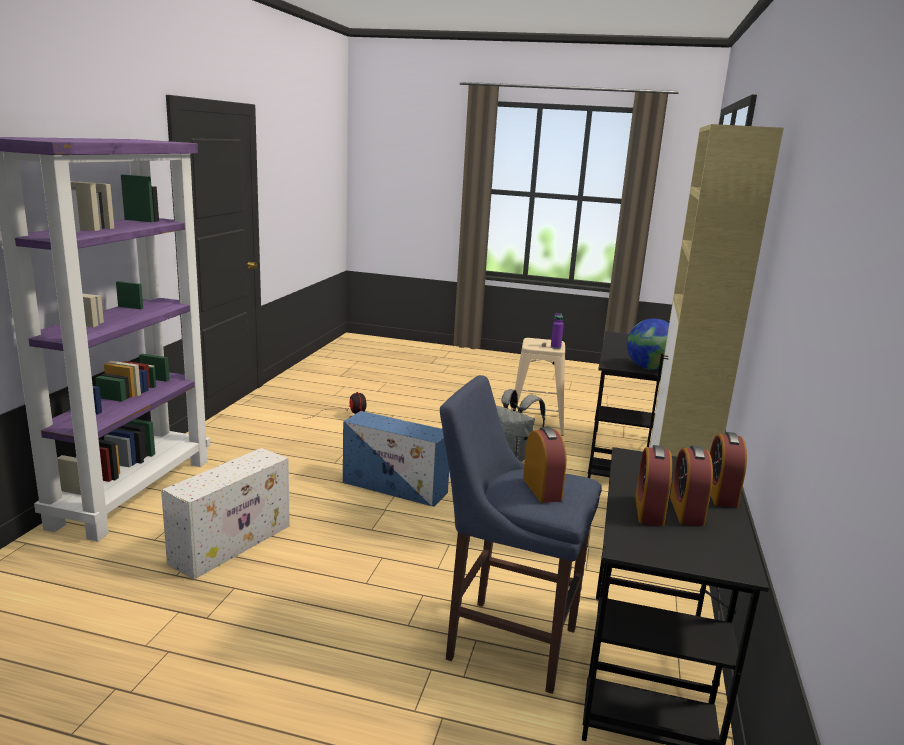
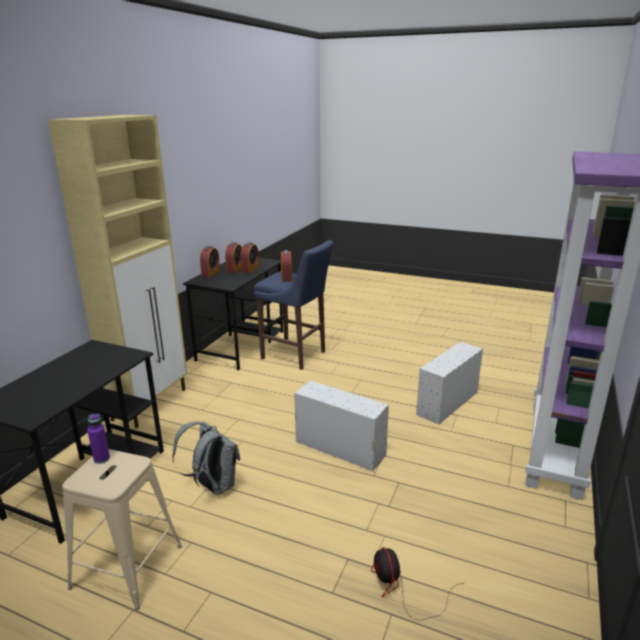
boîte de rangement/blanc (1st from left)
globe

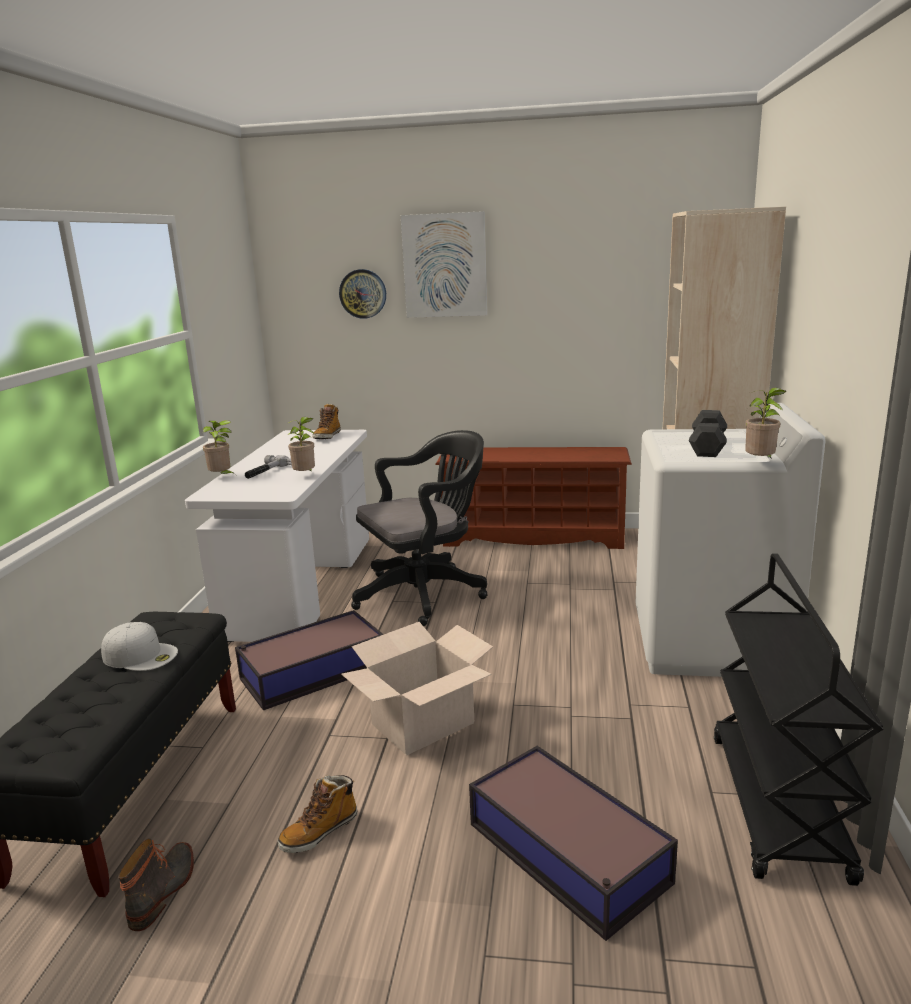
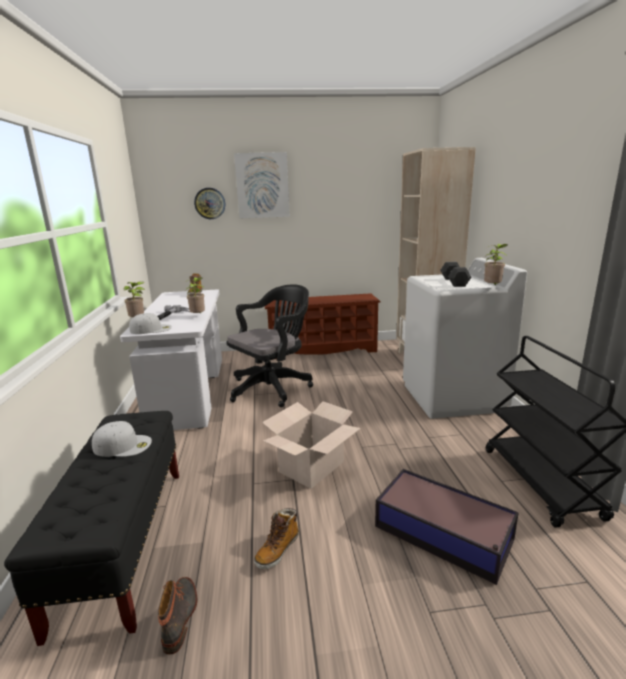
casquette/blanc (2nd from left)
boîte de rangement (1st from left in the first image)

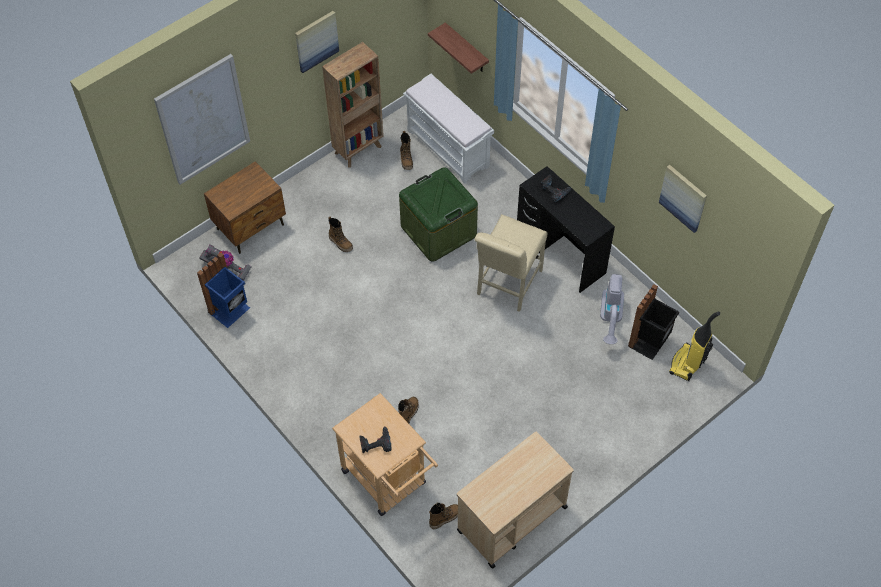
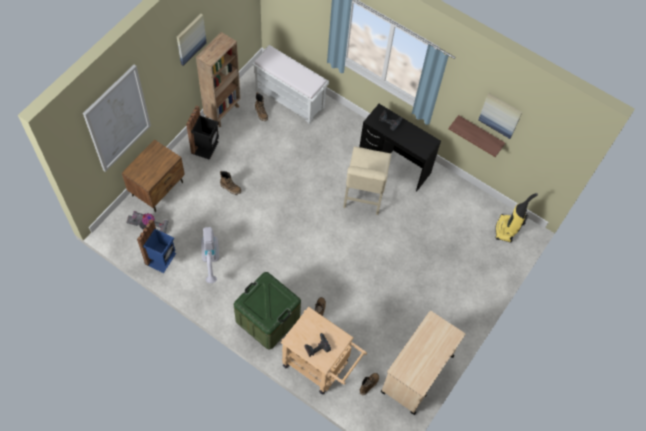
poubelle/noir
aspirateur (2nd from left)
boîte de rangement/vert
étagère

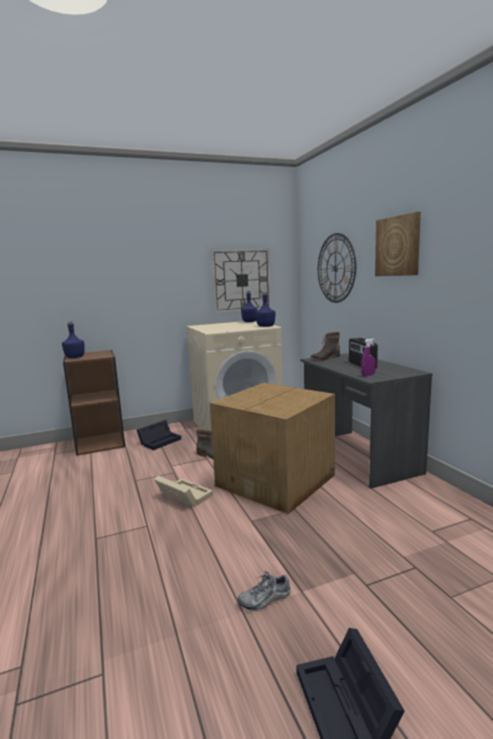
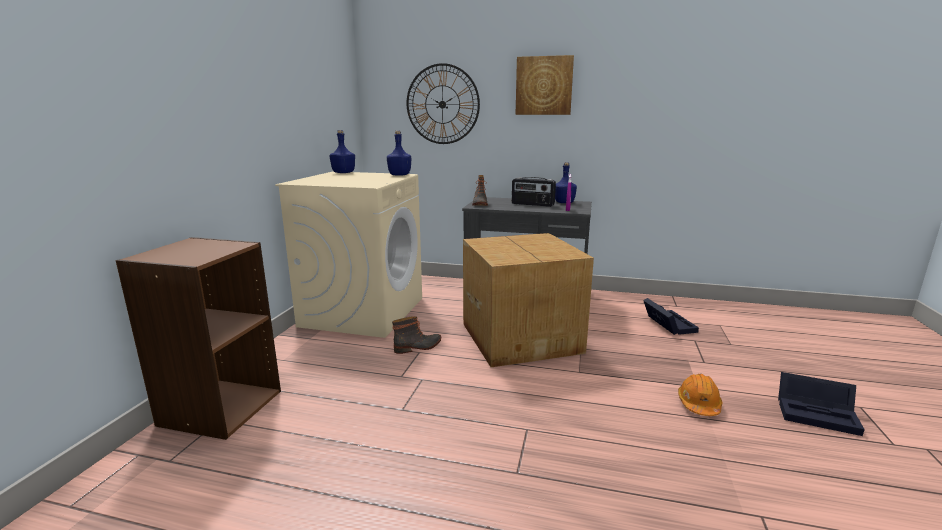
bouteille/bleu (3rd from left)
boîte de rangement/noir (1st from left)
casque de chantier/orange
boîte de rangement/beige
horloge murale (1st from left in the first image)

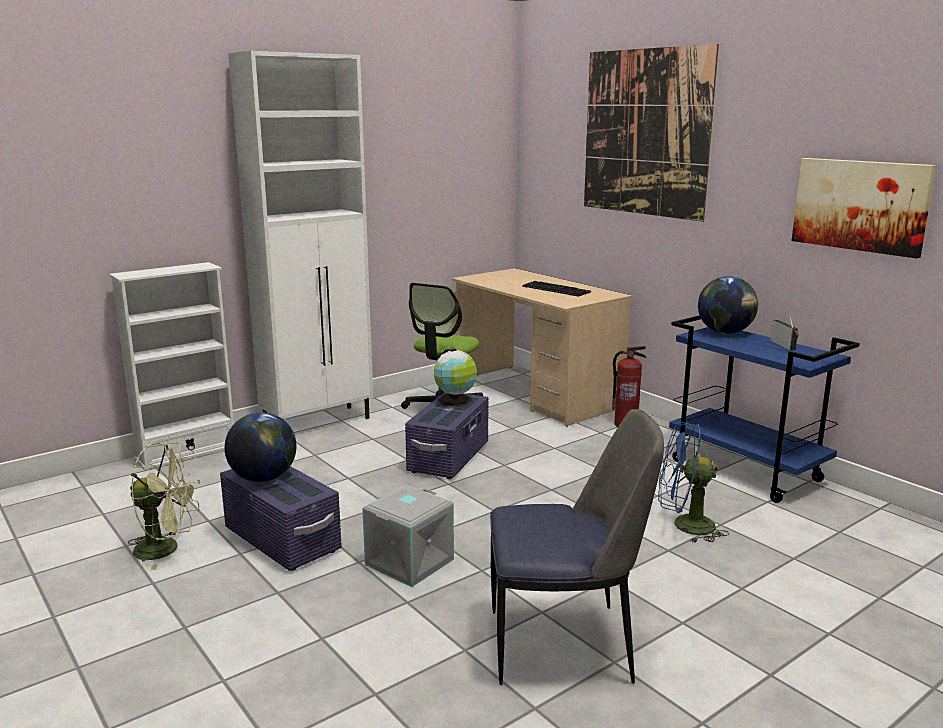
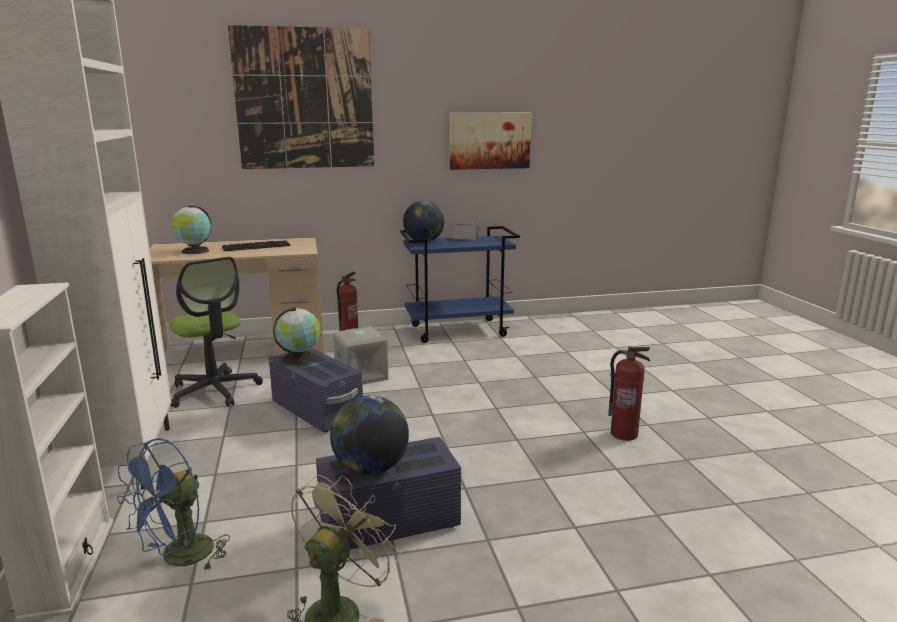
ventilateur/bleu
globe (1st from left)
boîte de rangement/gris
extincteur (2nd from left)

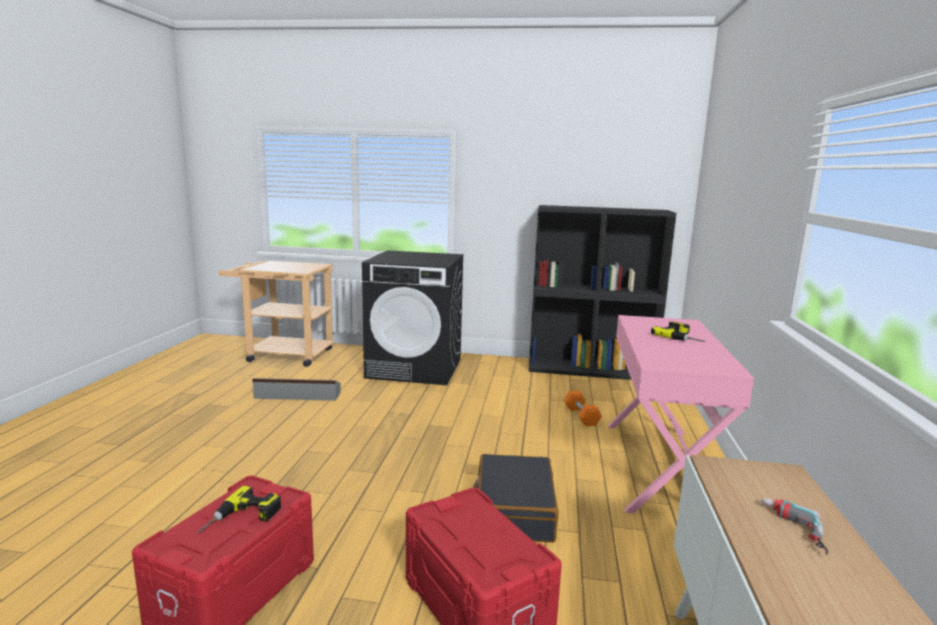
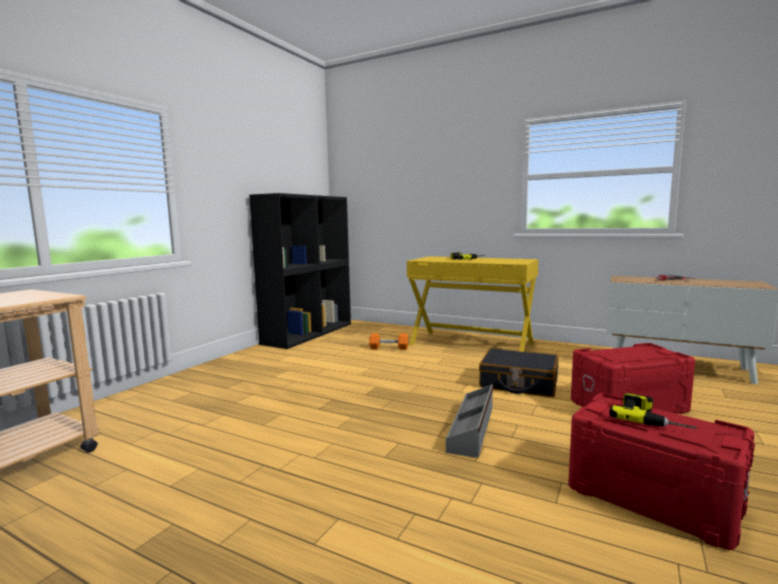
bureau/jaune
boîte de rangement/gris
lave-linge/noir

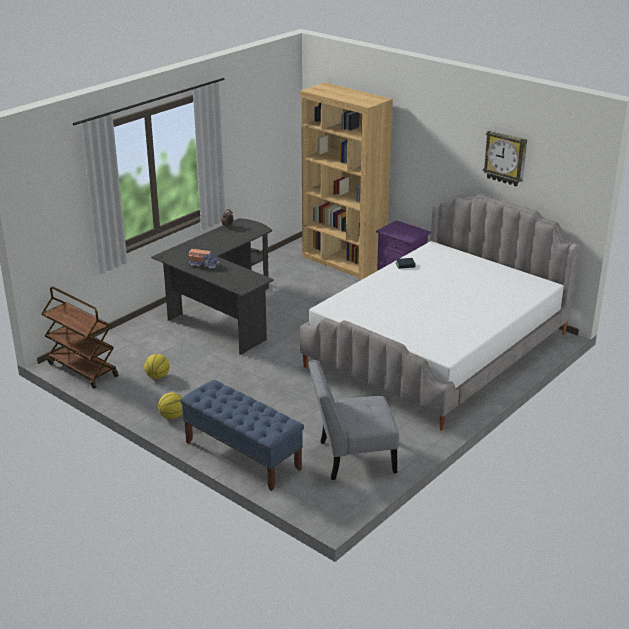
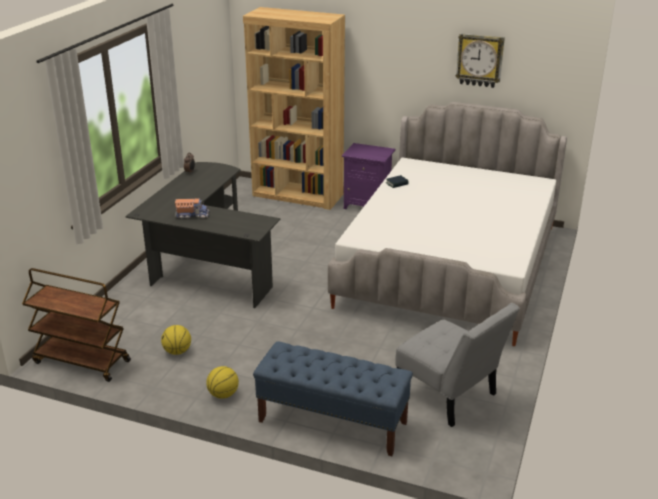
chaise/gris

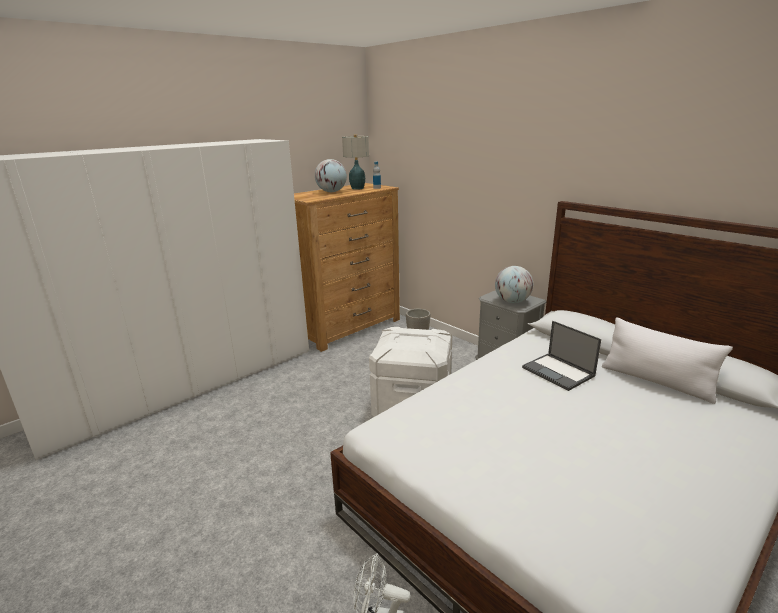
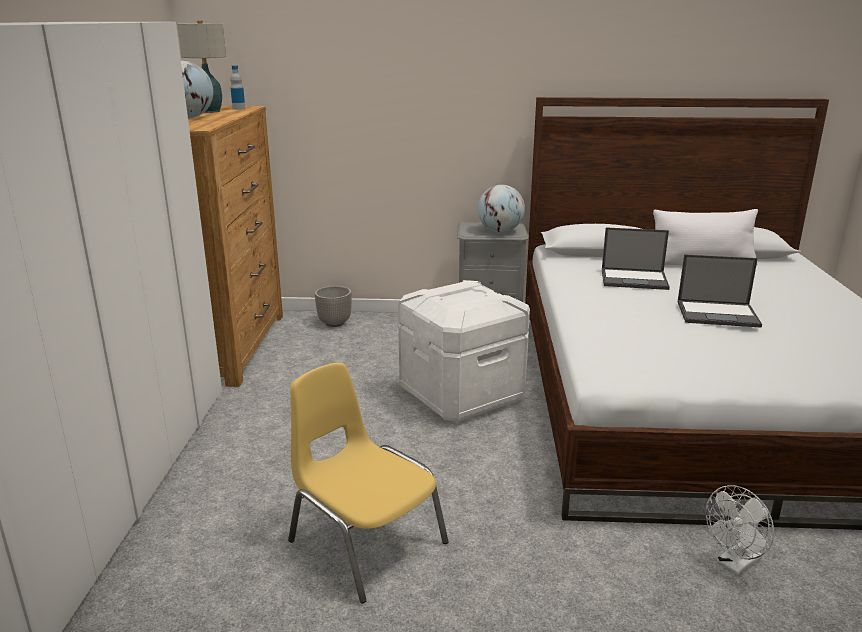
chaise/jaune
ordinateur portable (2nd from left)

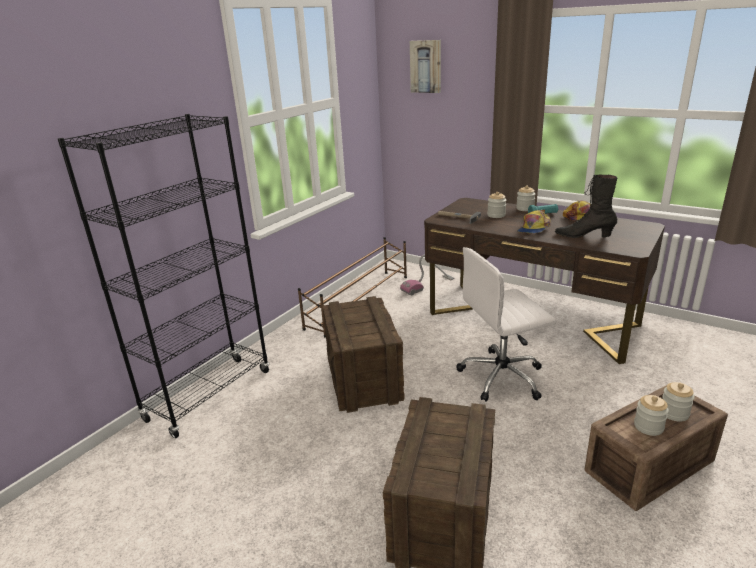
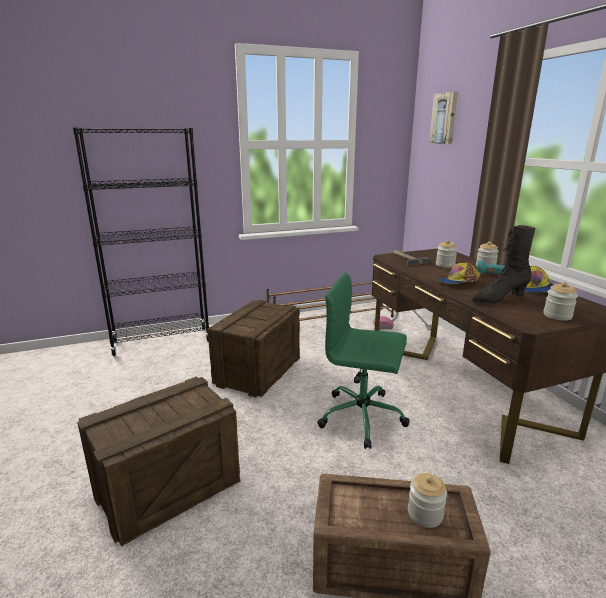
chaise de bureau/vert
botte/noir
bocal (4th from left)

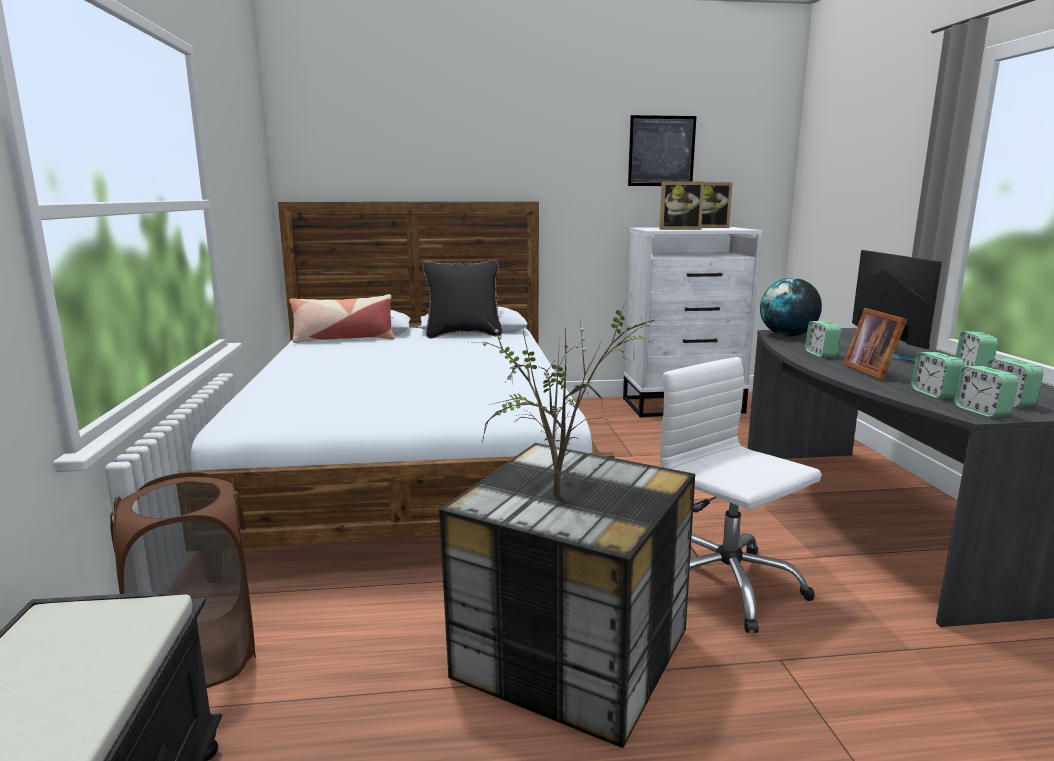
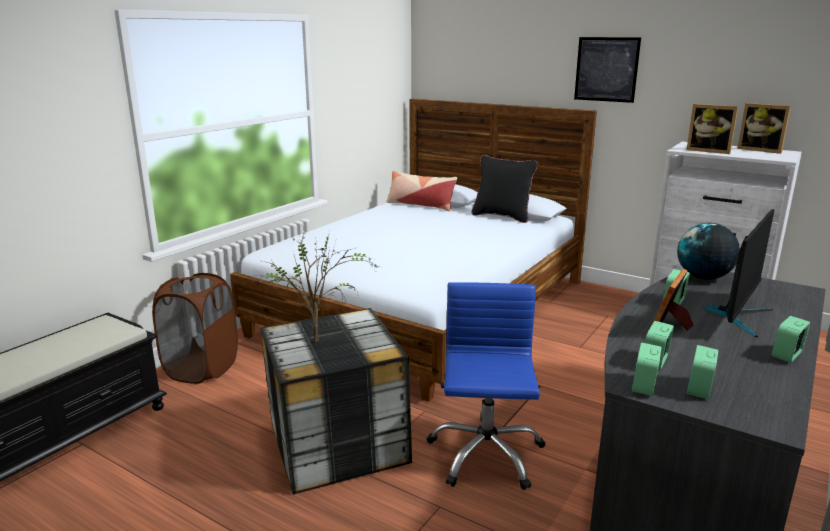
chaise de bureau/bleu
tableau

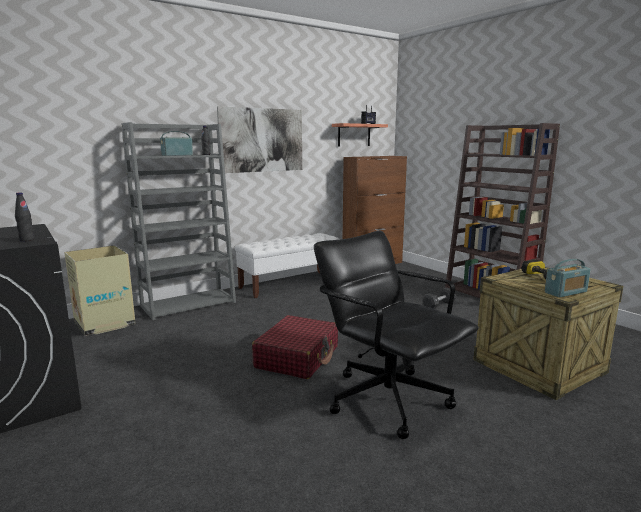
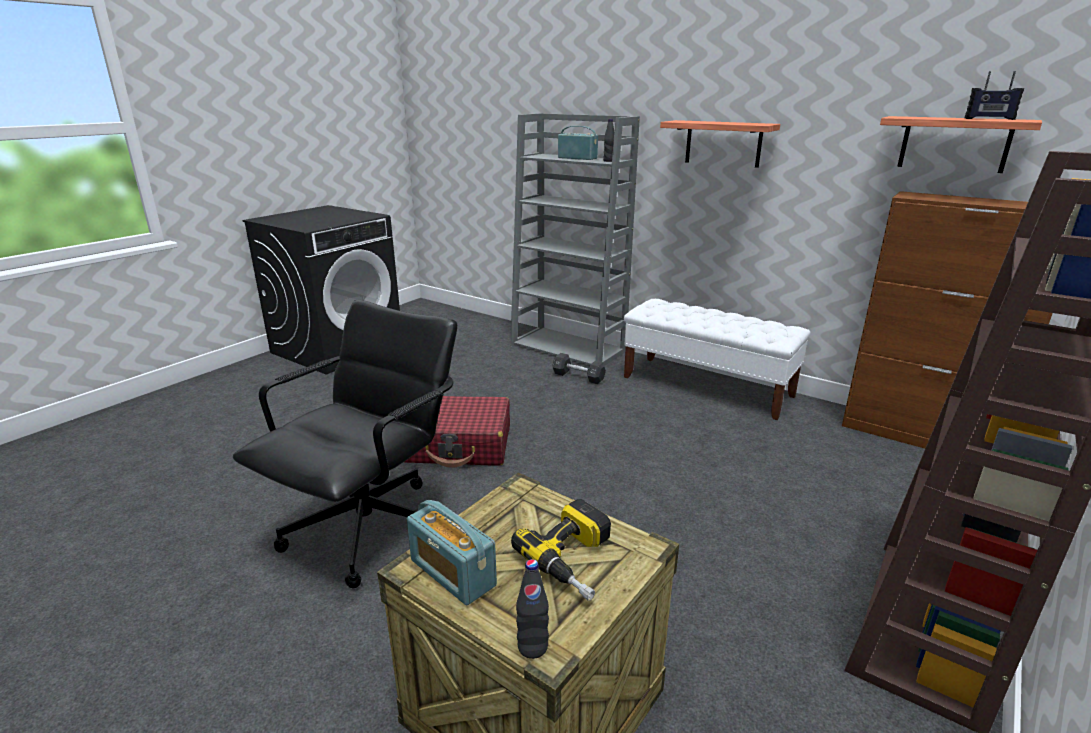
bouteille/noir (1st from left)
haltère/noir
étagère (1st from left)
carton

